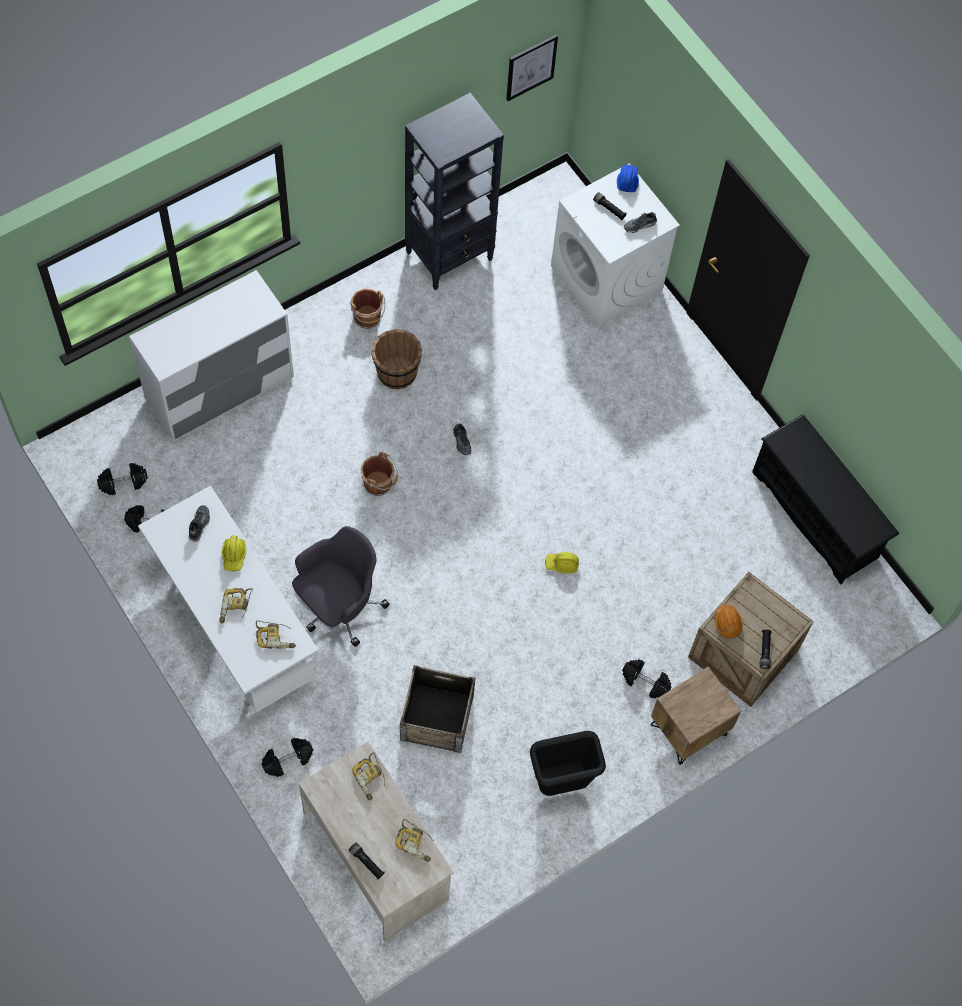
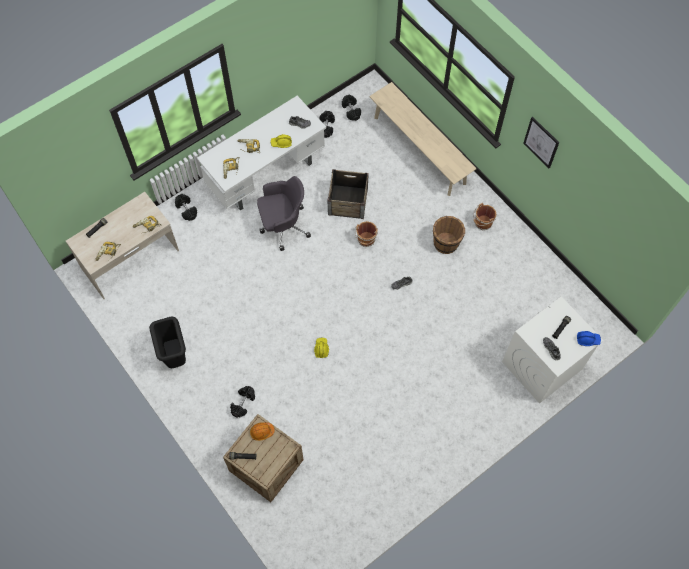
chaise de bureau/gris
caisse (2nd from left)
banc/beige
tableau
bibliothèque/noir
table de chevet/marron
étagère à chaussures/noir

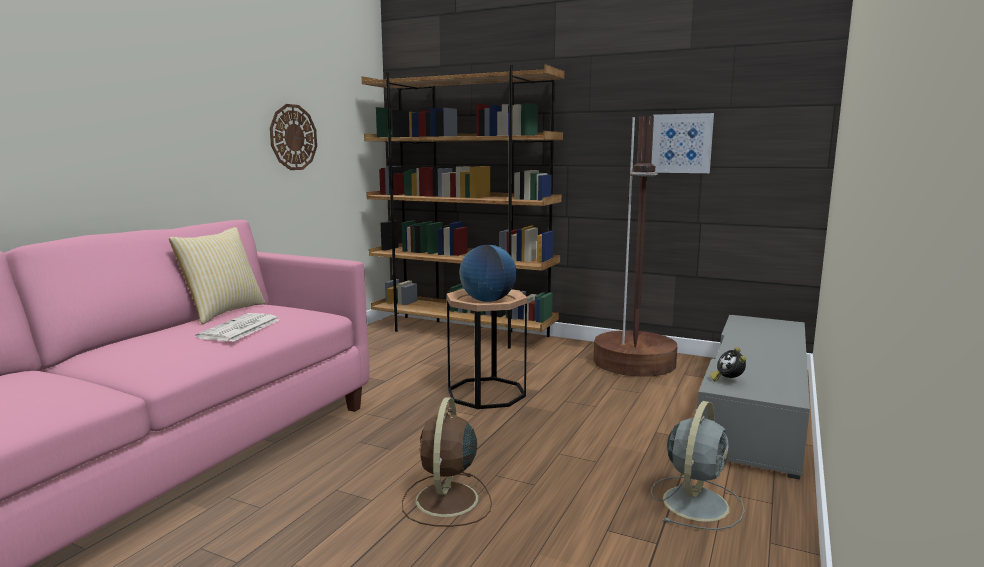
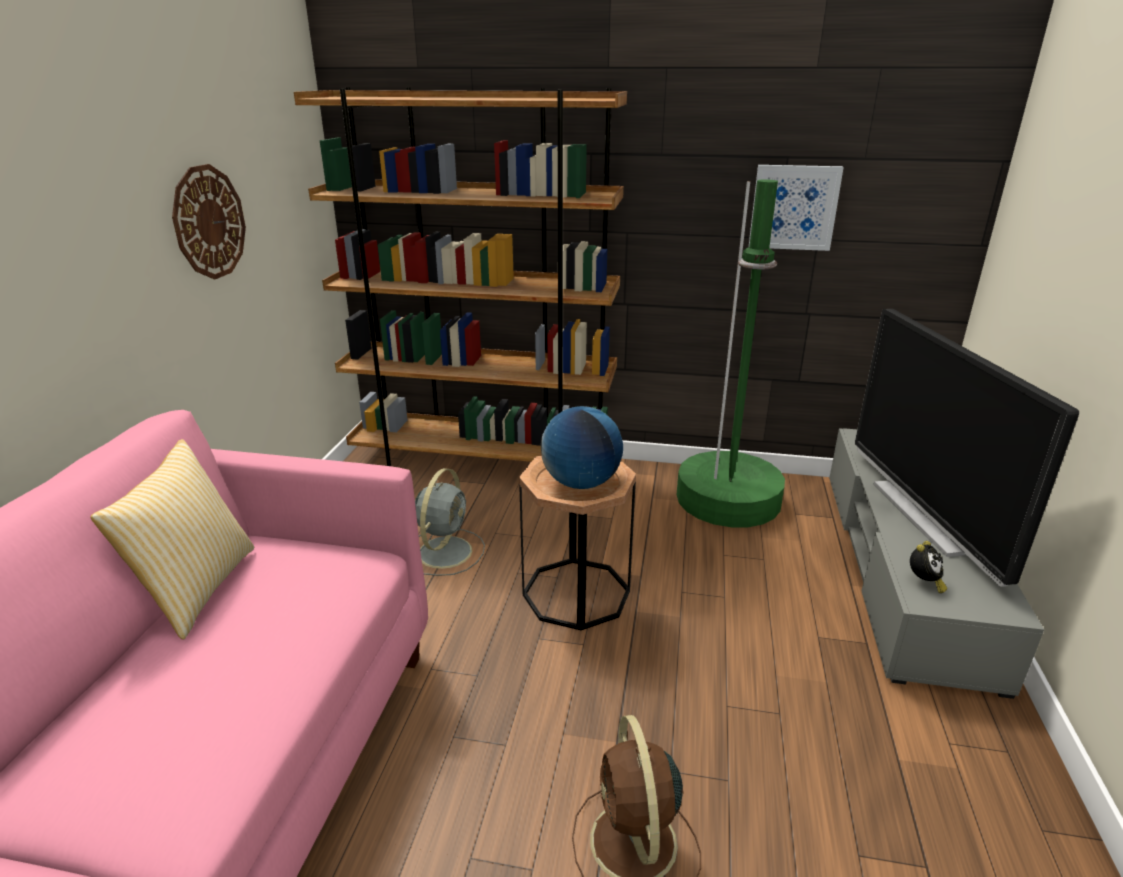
ventilateur/gris
lampadaire/vert
téléviseur
réveil
journal

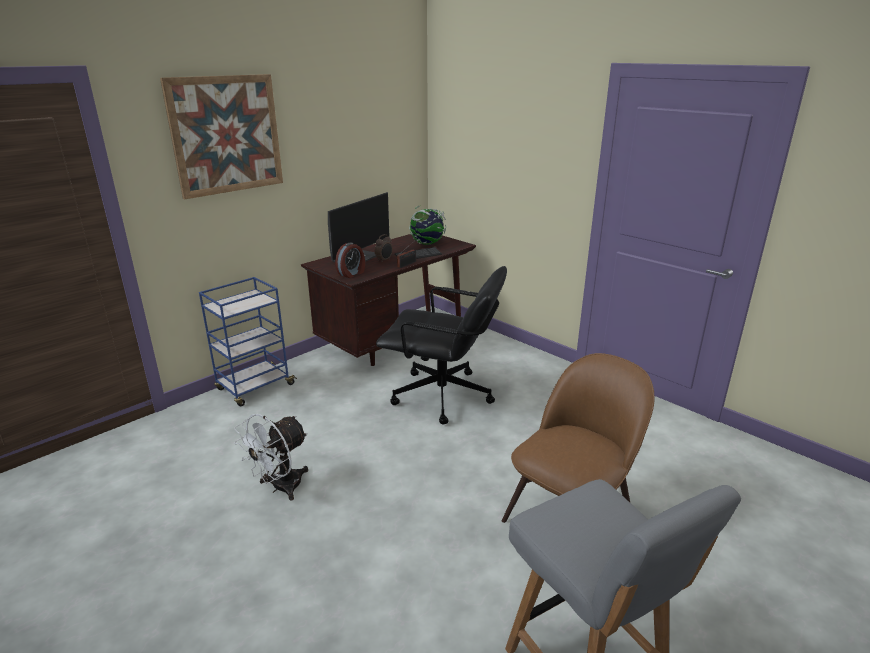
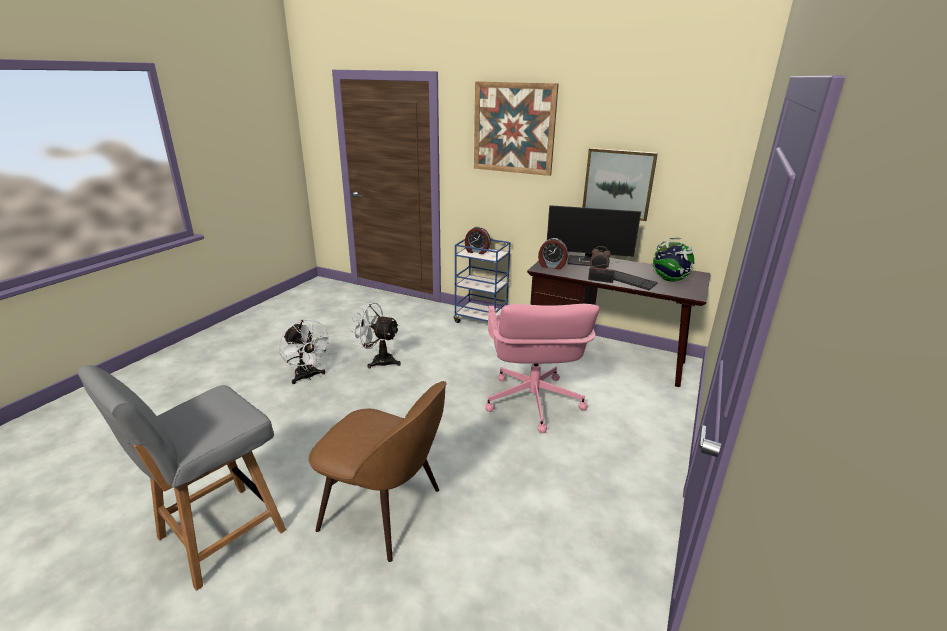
ventilateur/blanc (1st from left)
réveil (1st from left)
chaise de bureau/rose
tableau (2nd from left)

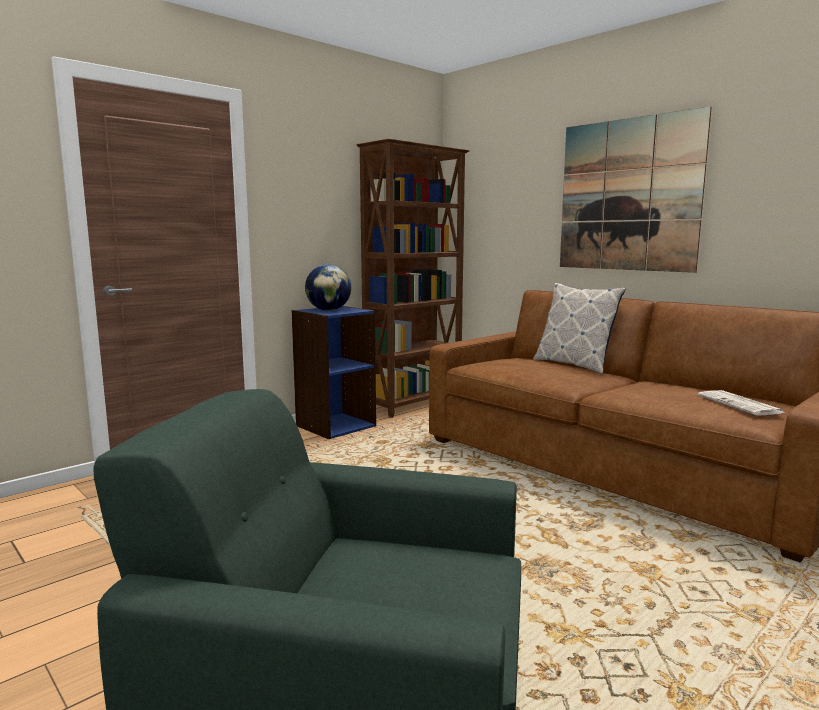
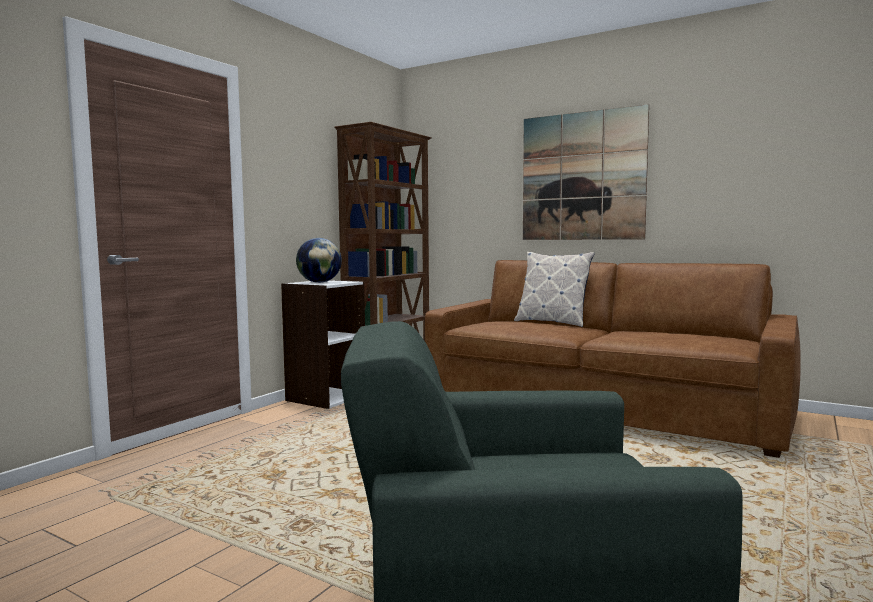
bibliothèque/blanc
journal

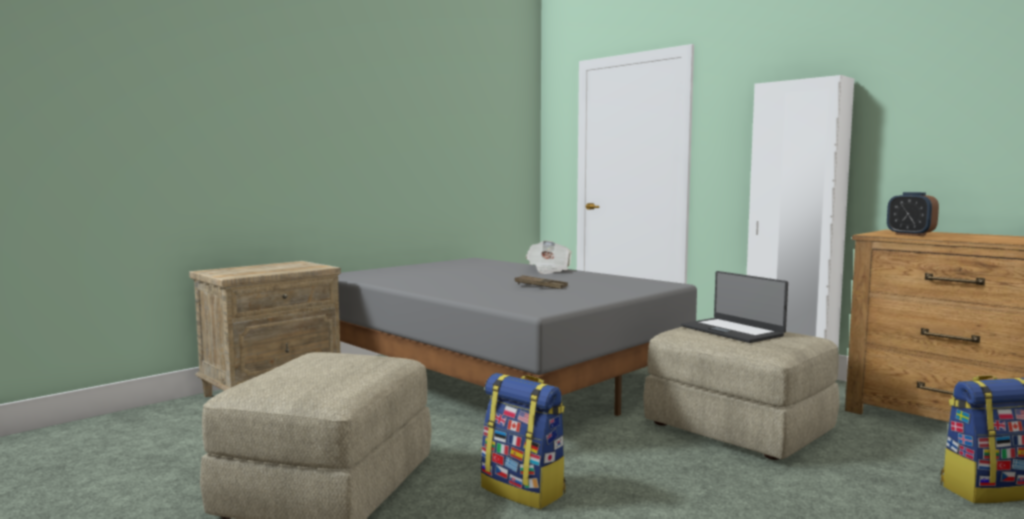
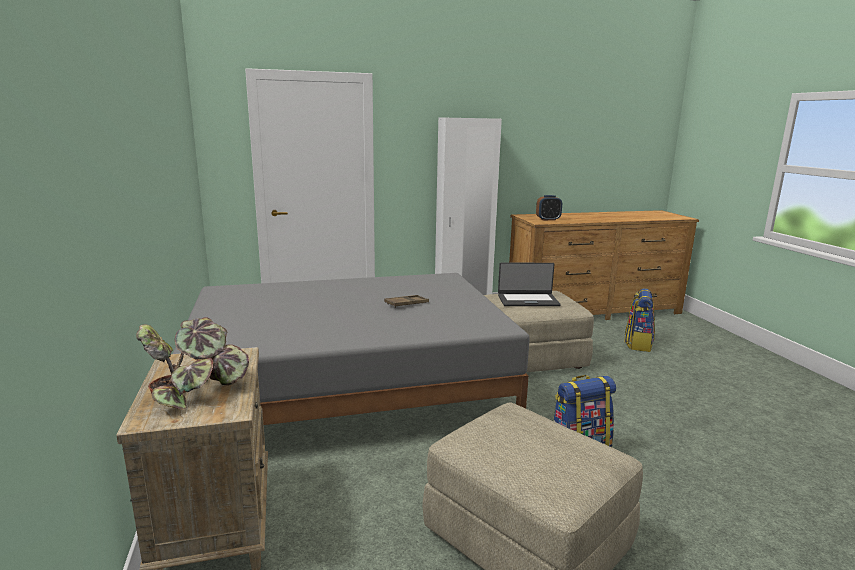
plante en pot
journal

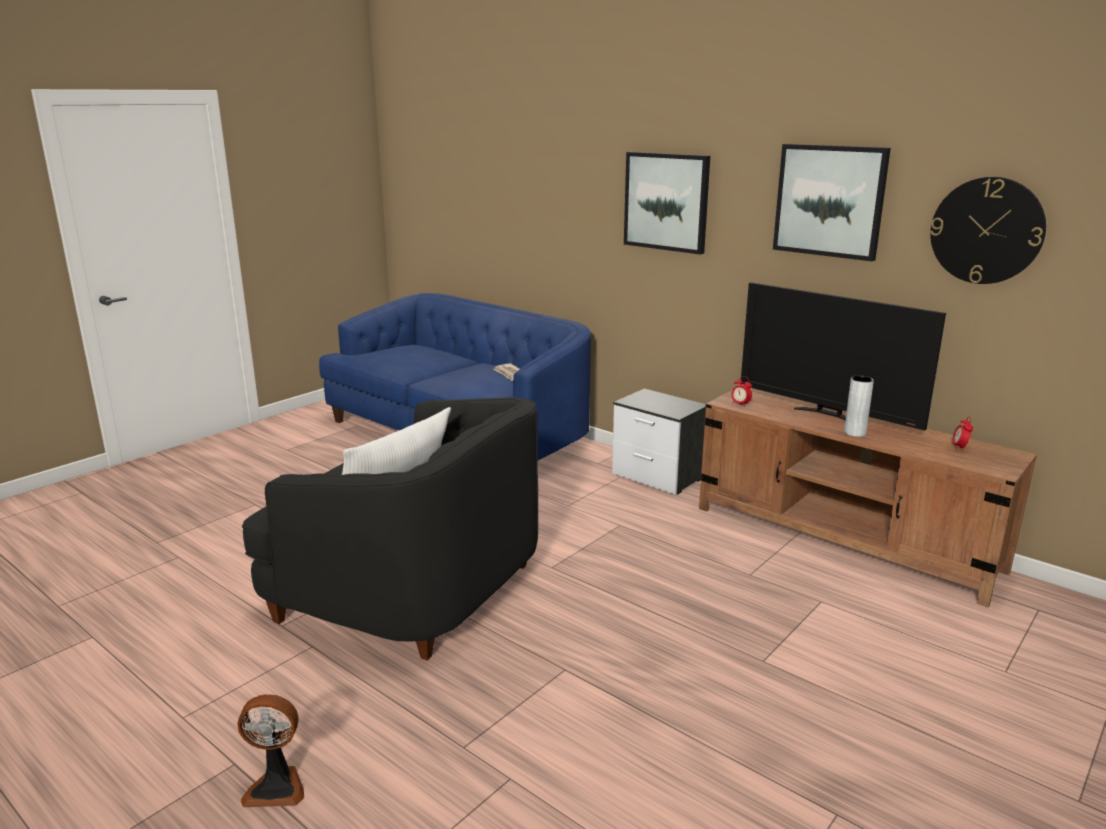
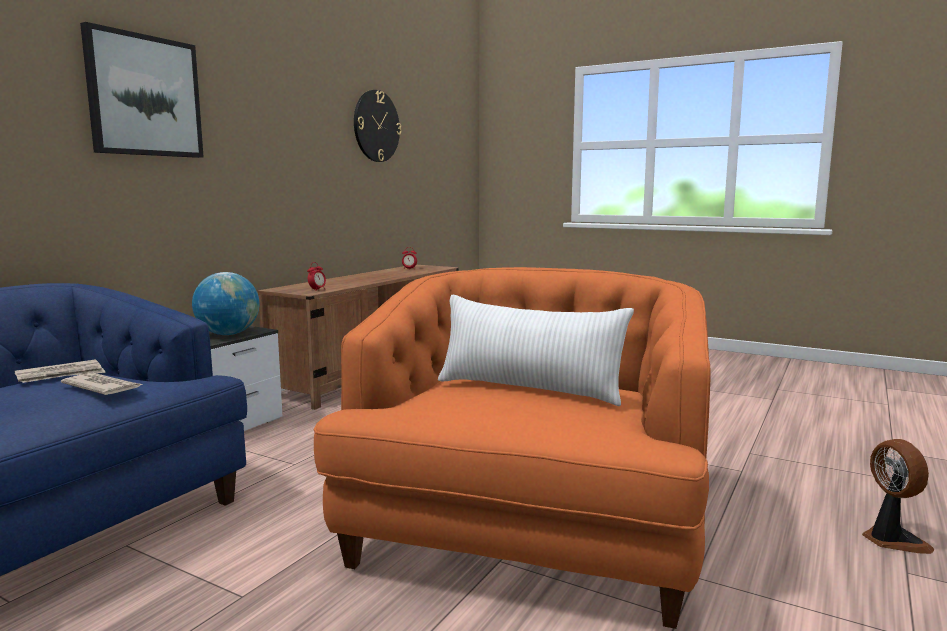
journal (2nd from left)
globe
fauteuil/orange
téléviseur
tableau (2nd from left in the first image)
vase/gris

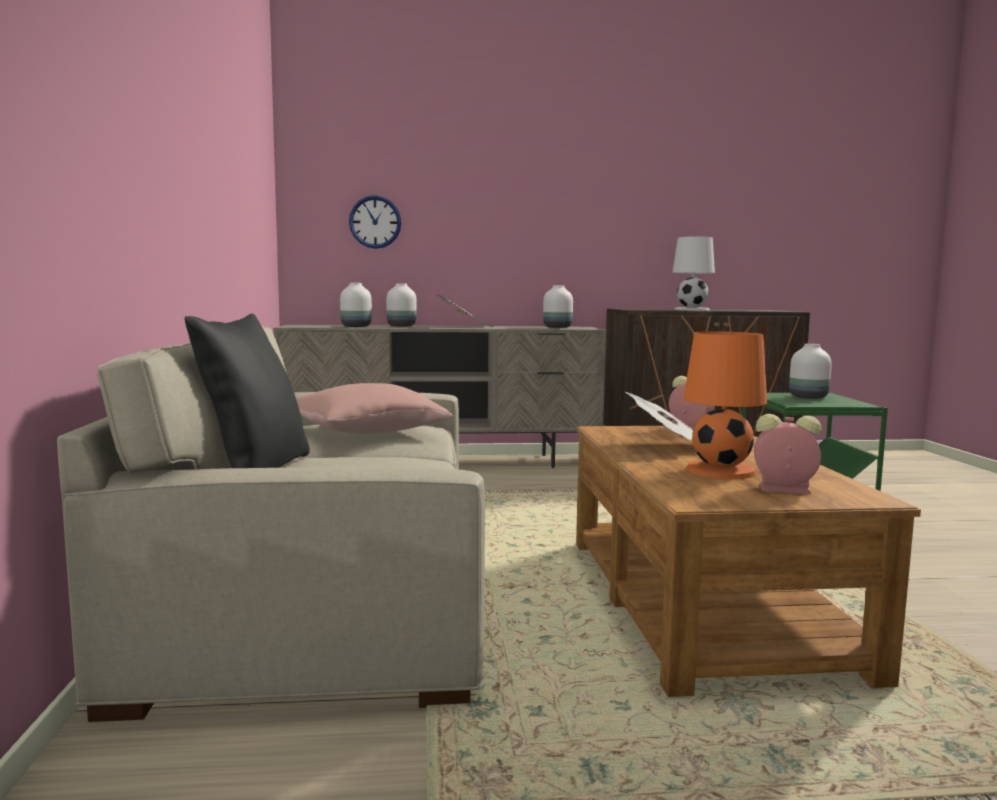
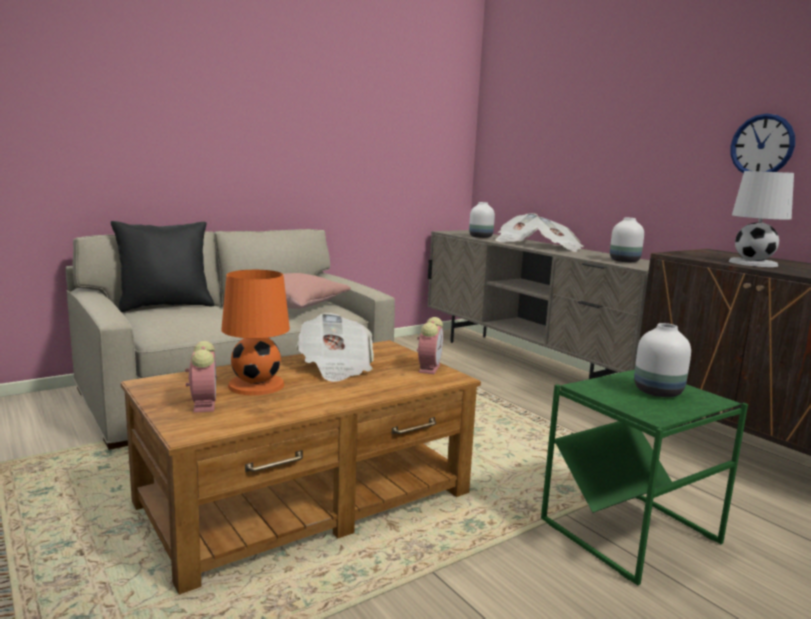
journal (2nd from left)
horloge murale

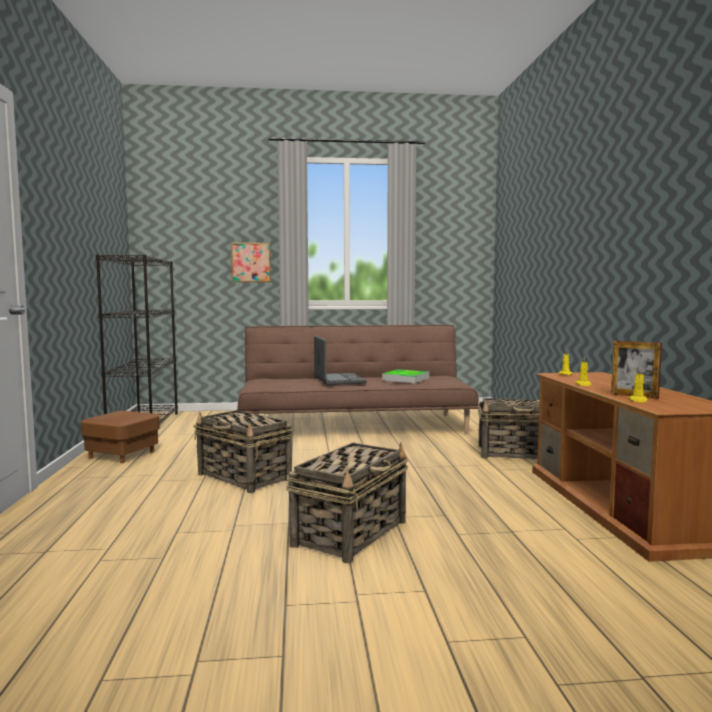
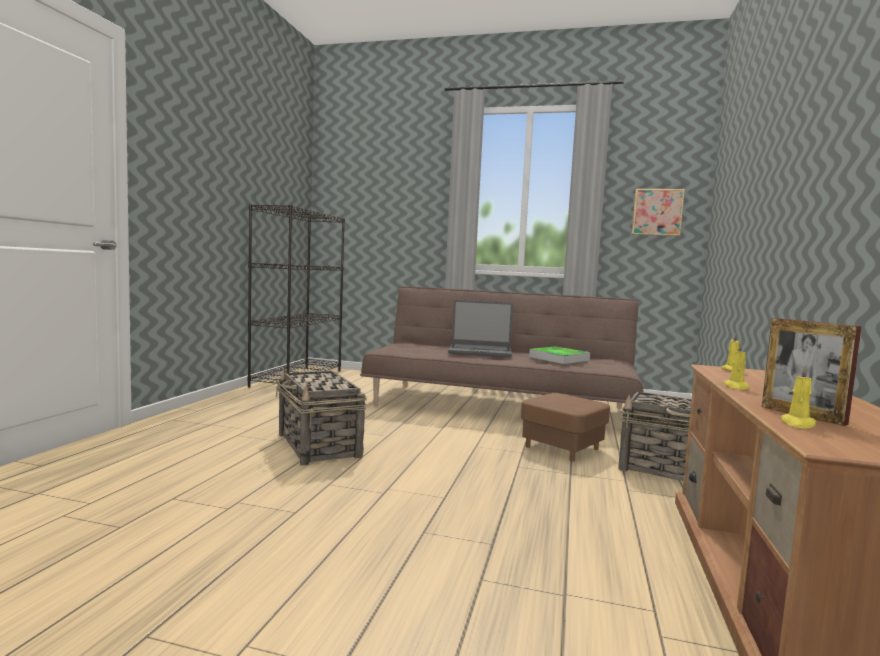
ordinateur portable
pouf/marron
tableau
panier (2nd from left in the first image)

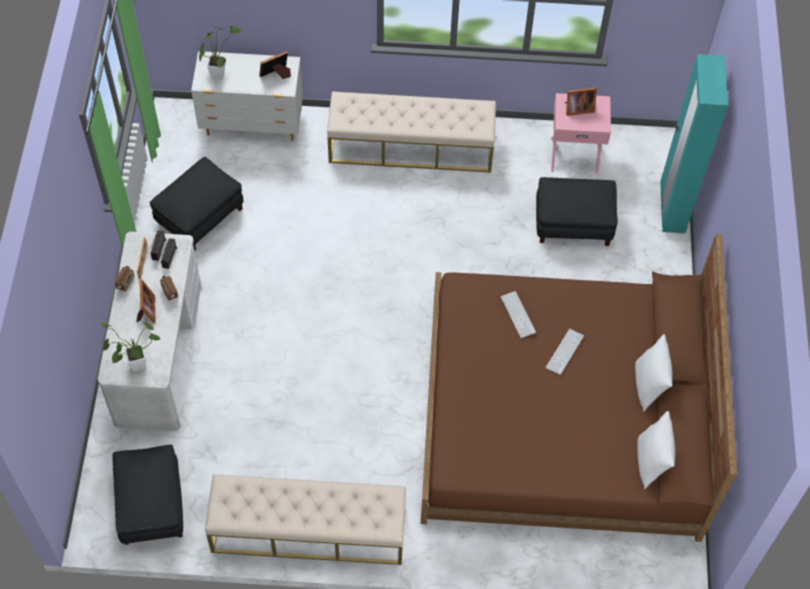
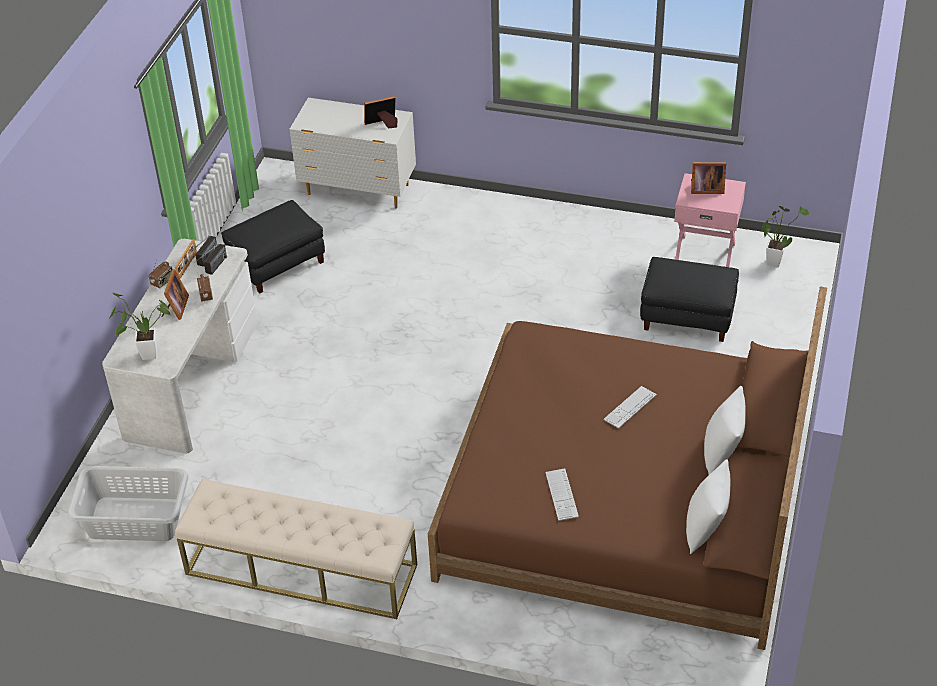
panier à linge/gris
clavier (1st from left)
plante en pot (2nd from left)
banc/beige (2nd from left in the first image)
armoire/turquoise

